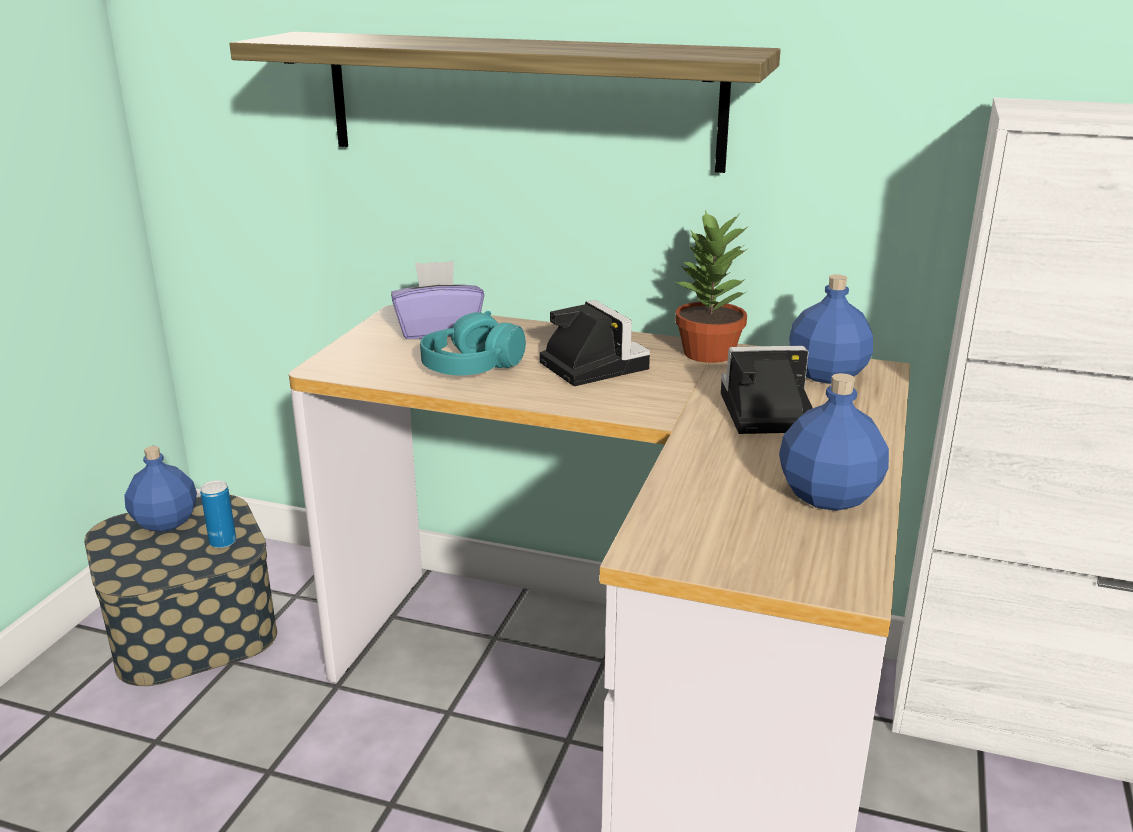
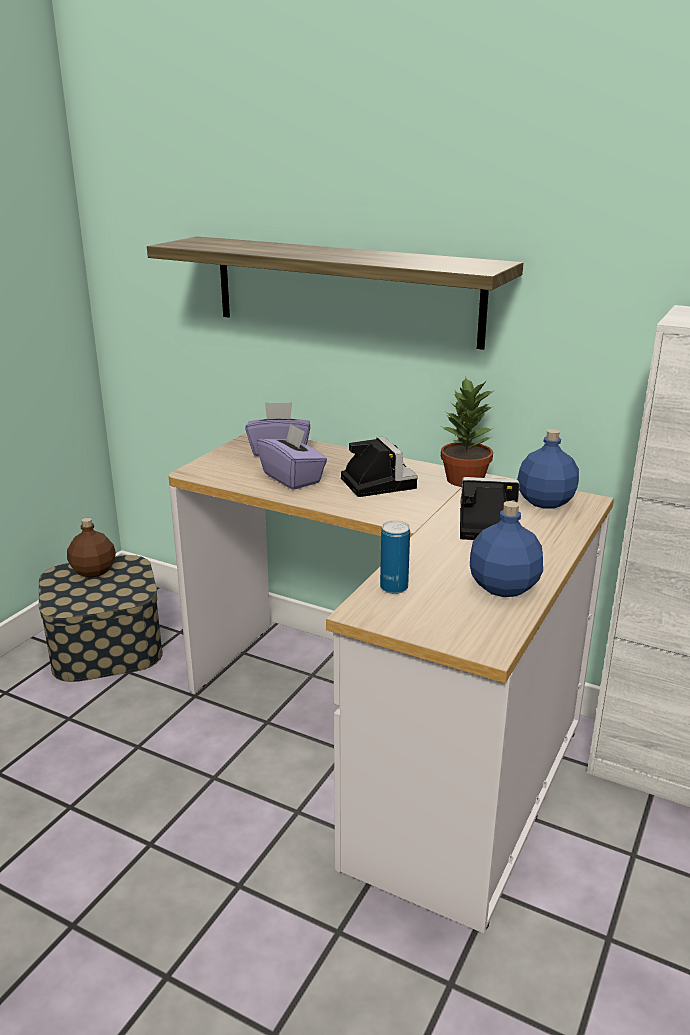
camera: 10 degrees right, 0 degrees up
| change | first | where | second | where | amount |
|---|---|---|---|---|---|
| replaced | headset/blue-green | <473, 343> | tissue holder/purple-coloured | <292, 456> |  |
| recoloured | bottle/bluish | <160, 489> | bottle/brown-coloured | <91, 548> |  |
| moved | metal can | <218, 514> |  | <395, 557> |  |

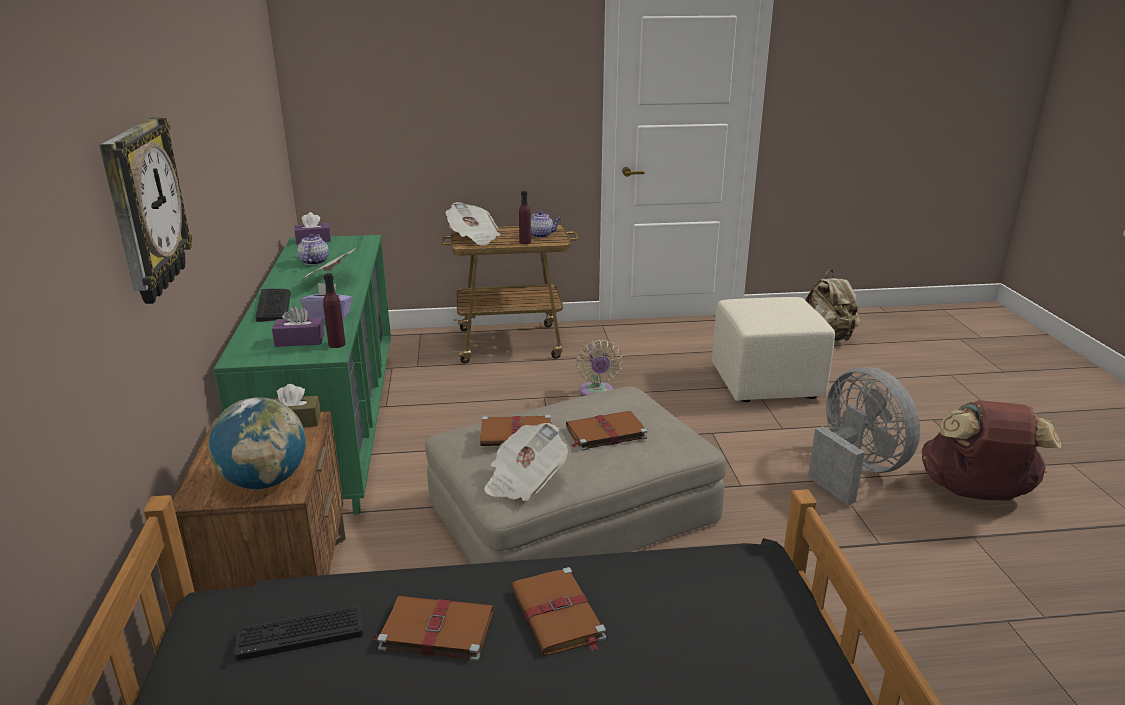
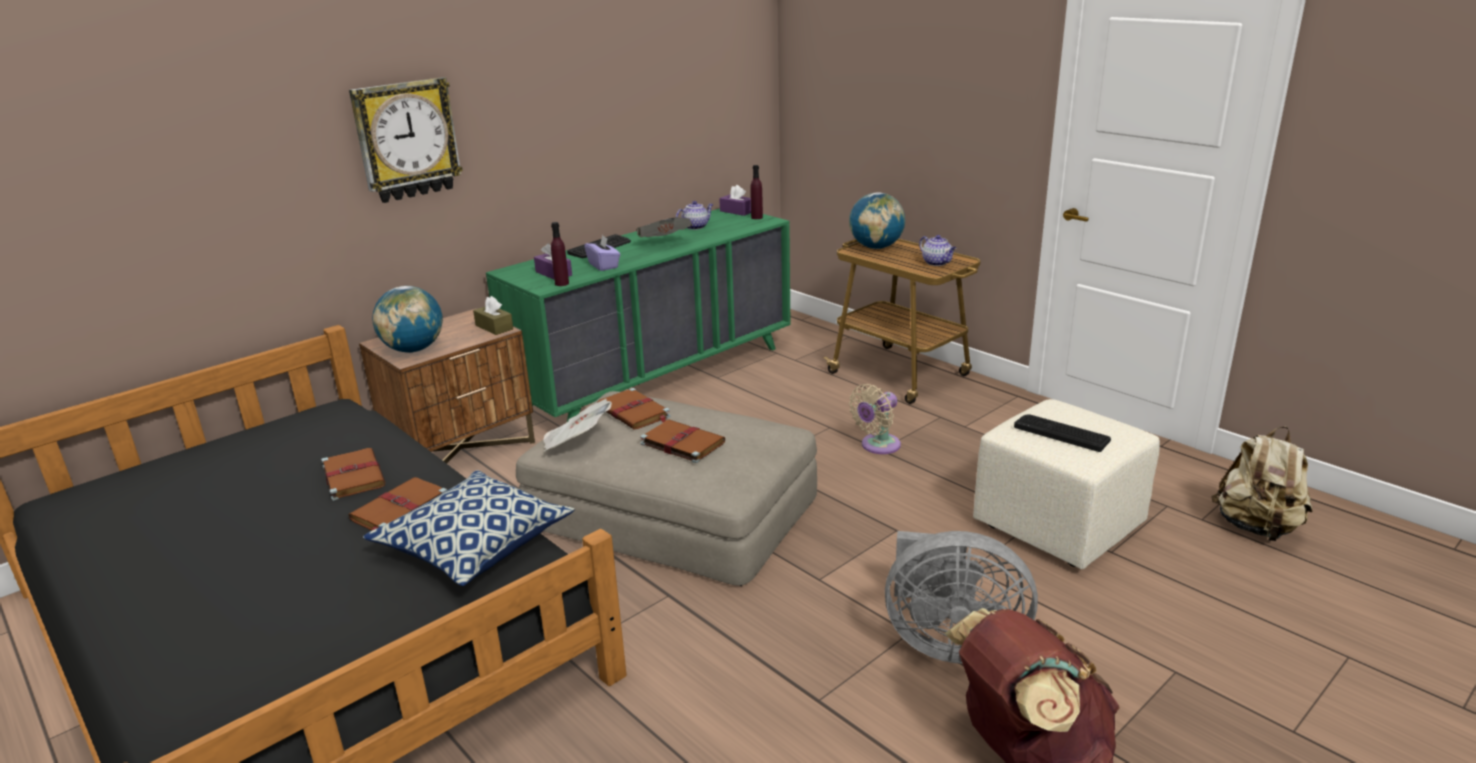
camera: 55 degrees right, 0 degrees up
| change | first | where | second | where | amount |
|---|---|---|---|---|---|
| moved | bottle/purple-coloured | <525, 217> |  | <756, 192> |  |
| replaced | printed paper | <473, 224> | world globe | <877, 220> |  |
| turned | cooling fan/greyish | <864, 436> |  | <961, 597> | 75 degrees clockwise |
| moved | PC keyboard | <298, 633> |  | <1062, 433> |  |
| added |  |  | pillow | <469, 528> |  |

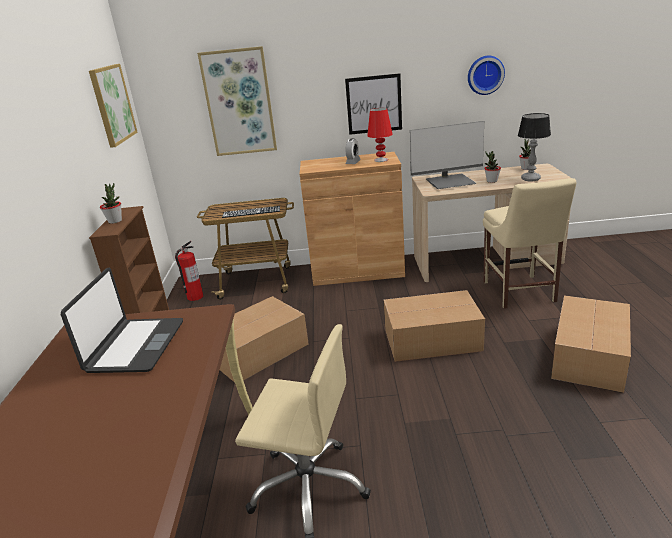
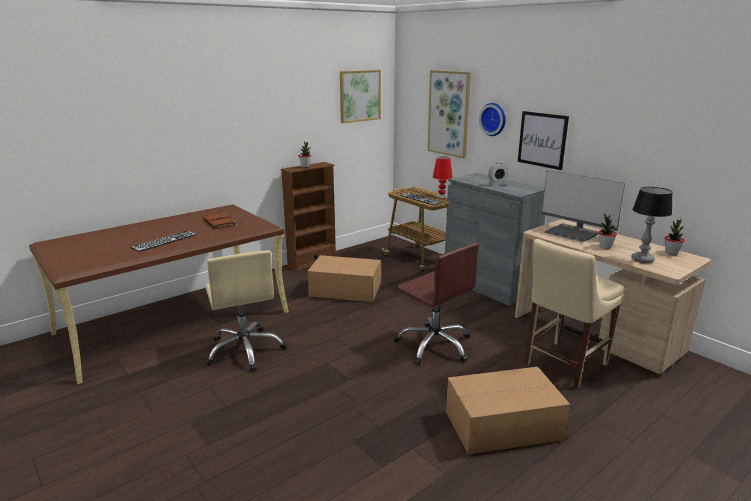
camera: 50 degrees right, 5 degrees down
| change | first | where | second | where | amount |
|---|---|---|---|---|---|
| moved | wall clock | <486, 75> |  | <492, 119> |  |
| moved | tabletop lamp/red | <380, 135> |  | <443, 177> |  |
| recoloured | storage cabinet/brown-coloured | <352, 219> | storage cabinet/greyish | <495, 239> |  |
| removed | fire extinguisher | <189, 271> |  |  |  |
| replaced | notebook computer | <122, 320> | book/brown-coloured | <220, 220> |  |
| replaced | packing box | <434, 326> | office chair/brown-coloured | <436, 304> |  |
| added |  |  | PC keyboard | <163, 241> |  |

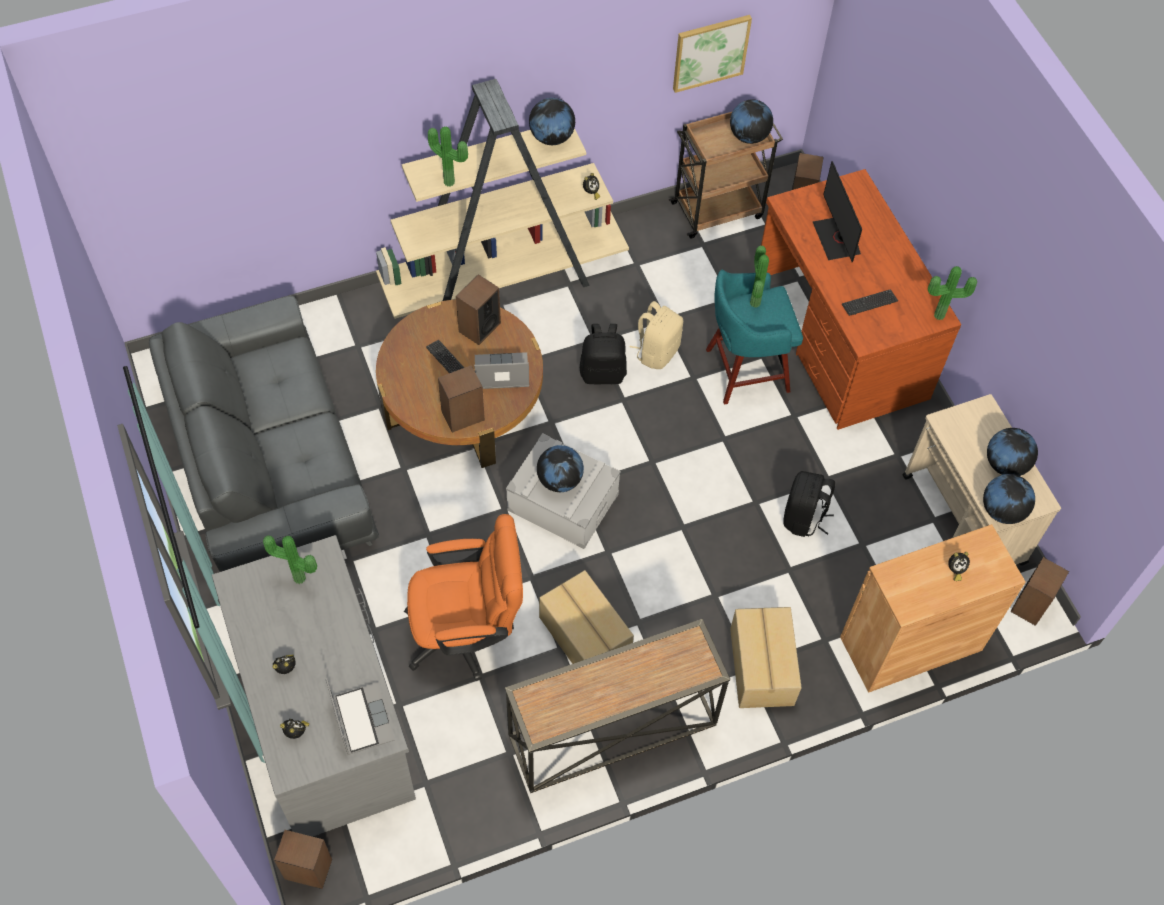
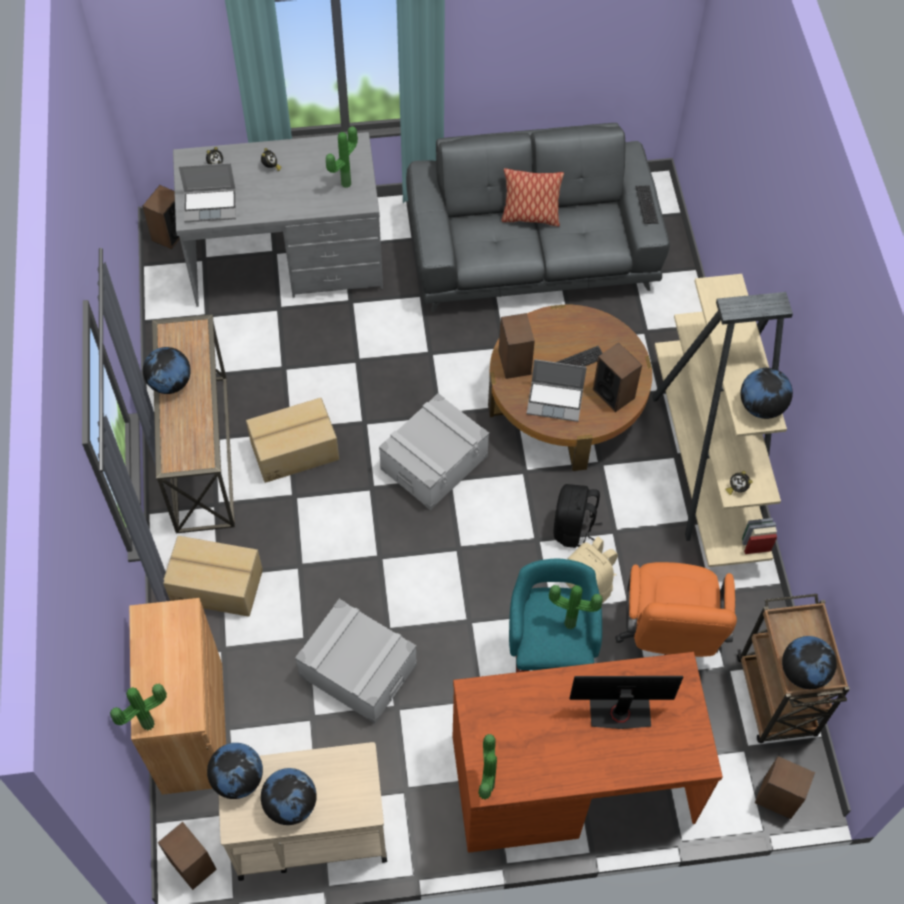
camera: 105 degrees right, 0 degrees up
| change | first | where | second | where | amount |
|---|---|---|---|---|---|
| removed | picture | <712, 54> |  |  |  |
| moved | potted plant | <448, 156> |  | <138, 707> |  |
| moved | PC keyboard | <870, 302> |  | <647, 205> |  |
| turned | notebook computer | <501, 370> |  | <556, 390> | 90 degrees clockwise |
| moved | world globe | <560, 468> |  | <167, 370> |  |
| replaced | backpack/black | <809, 504> | storage container/greyish | <356, 661> |  |
| moved | office chair/orange | <463, 597> |  | <676, 609> |  |
| removed | table clock | <959, 566> |  |  |  |
| added |  |  | pillow | <532, 197> |  |

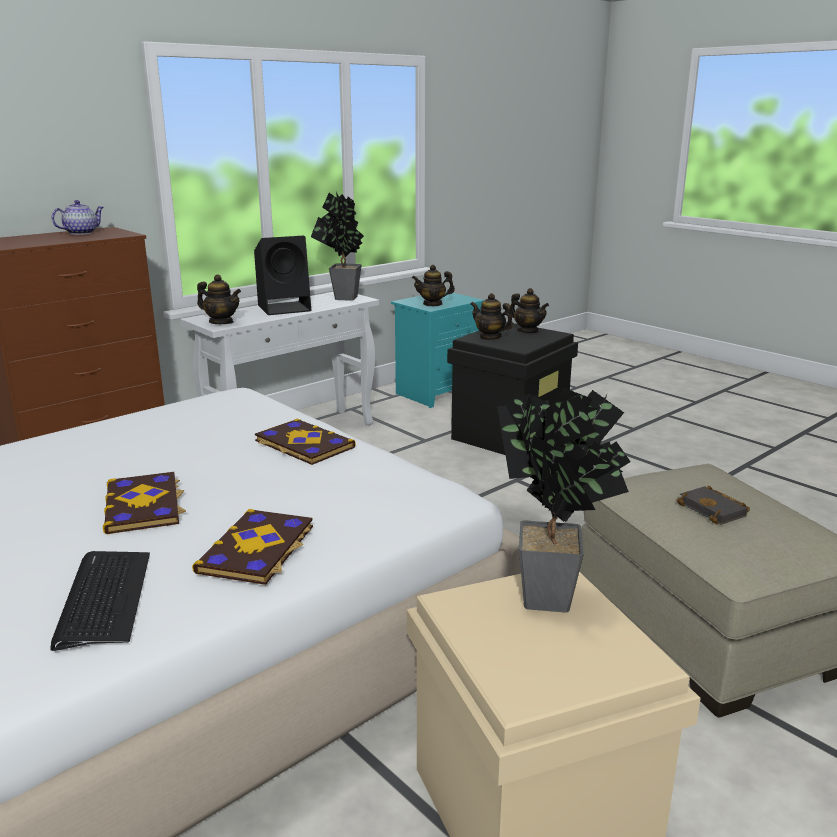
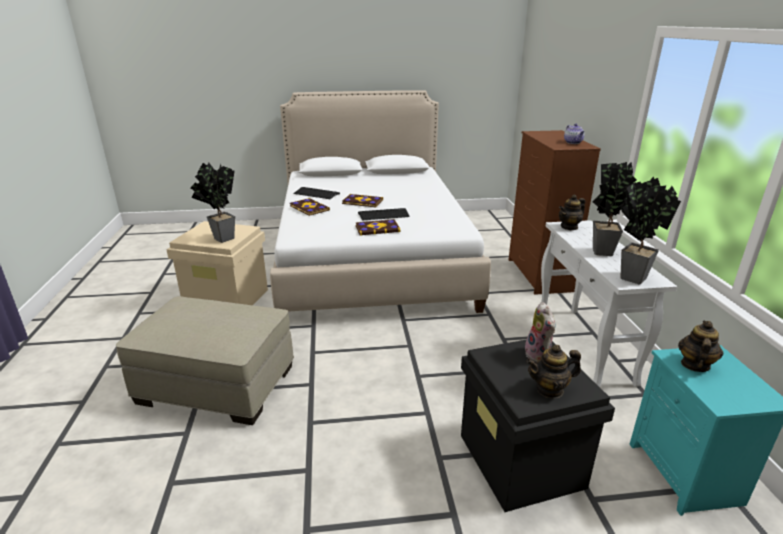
camera: 125 degrees right, 5 degrees up
| change | first | where | second | where | amount |
|---|---|---|---|---|---|
| replaced | audio speaker/black | <282, 275> | potted plant | <614, 209> |  |
| replaced | pot for tea | <491, 316> | soft toy | <540, 332> |  |
| removed | book/black | <713, 505> |  |  |  |
| added |  |  | PC keyboard | <384, 214> |  |

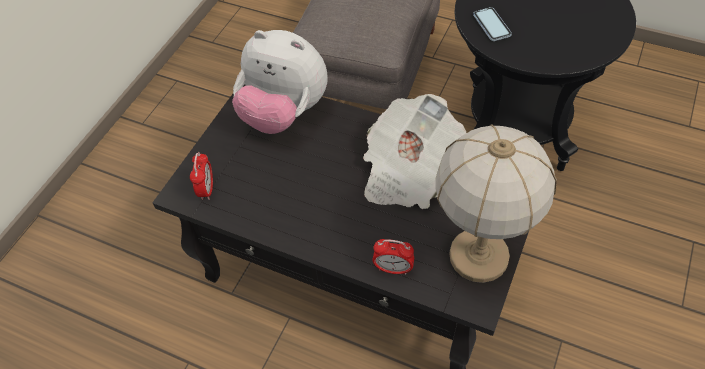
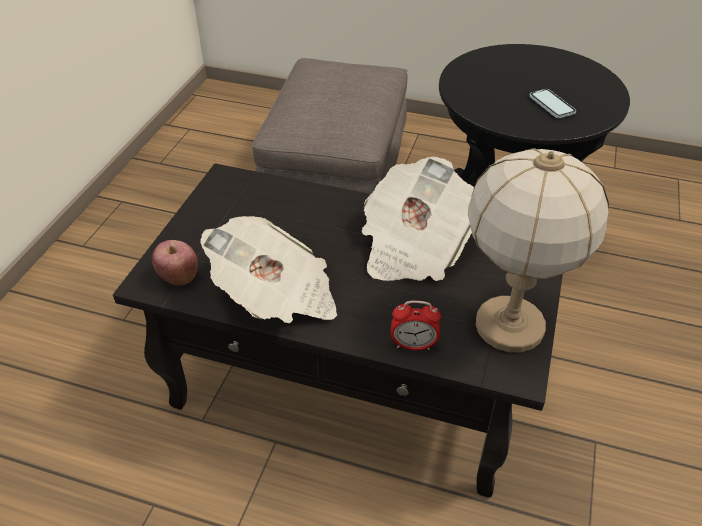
camera: 10 degrees left, 10 degrees down
| change | first | where | second | where | amount |
|---|---|---|---|---|---|
| moved | telephone | <492, 24> |  | <552, 103> |  |
| removed | soft toy | <280, 82> |  |  |  |
| replaced | table clock | <201, 176> | apple | <175, 262> |  |
| added |  |  | printed paper | <268, 269> |  |

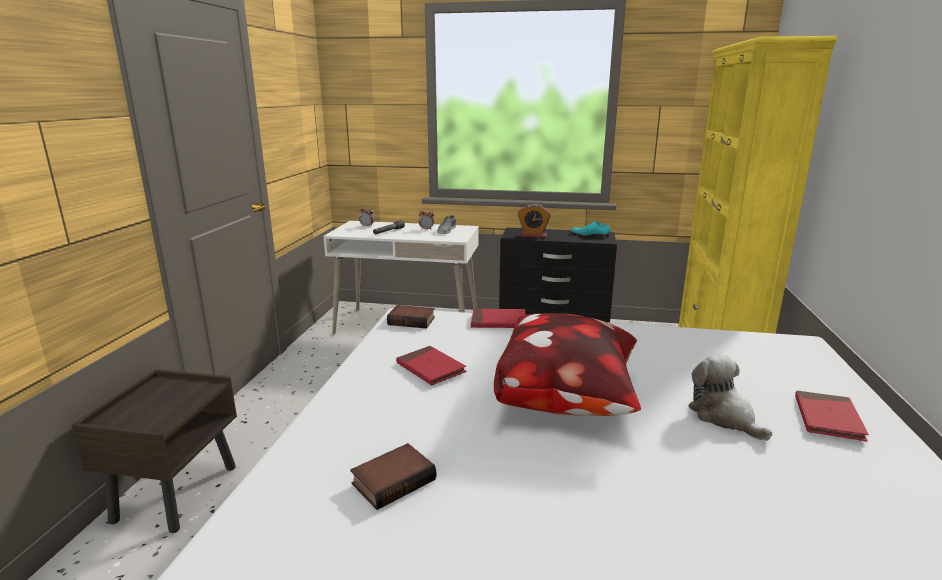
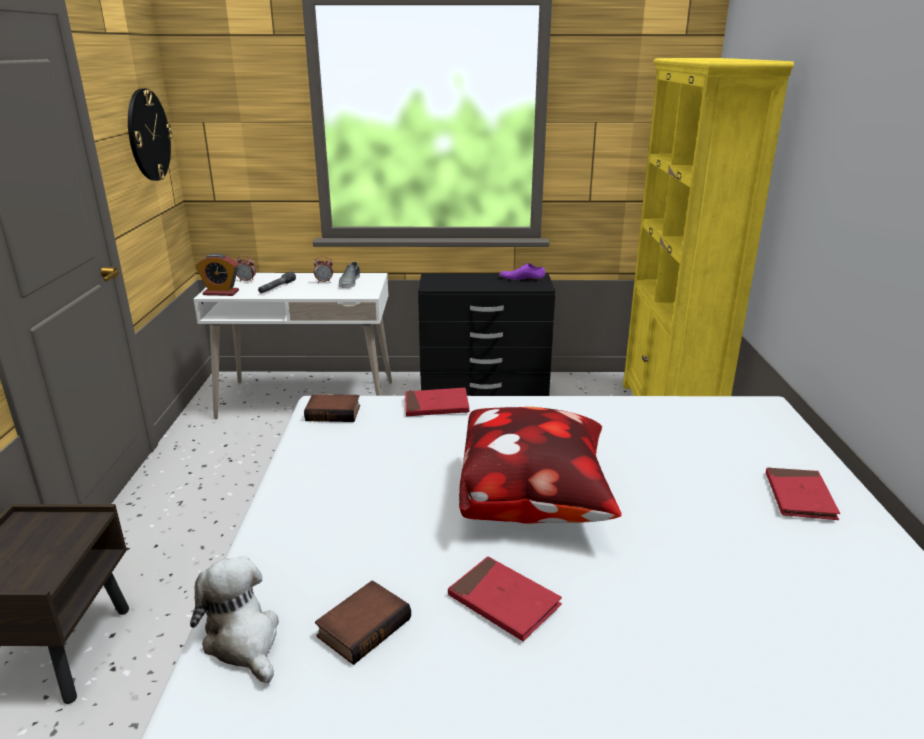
camera: 10 degrees left, 5 degrees up
| change | first | where | second | where | amount |
|---|---|---|---|---|---|
| moved | table clock | <534, 221> |  | <217, 274> |  |
| recoloured | low shoe/blue-green | <590, 229> | low shoe/purple-coloured | <522, 272> |  |
| moved | book/red | <431, 365> |  | <505, 598> |  |
| moved | soft toy | <730, 398> |  | <234, 619> |  |
| added |  |  | wall clock | <150, 134> |  |

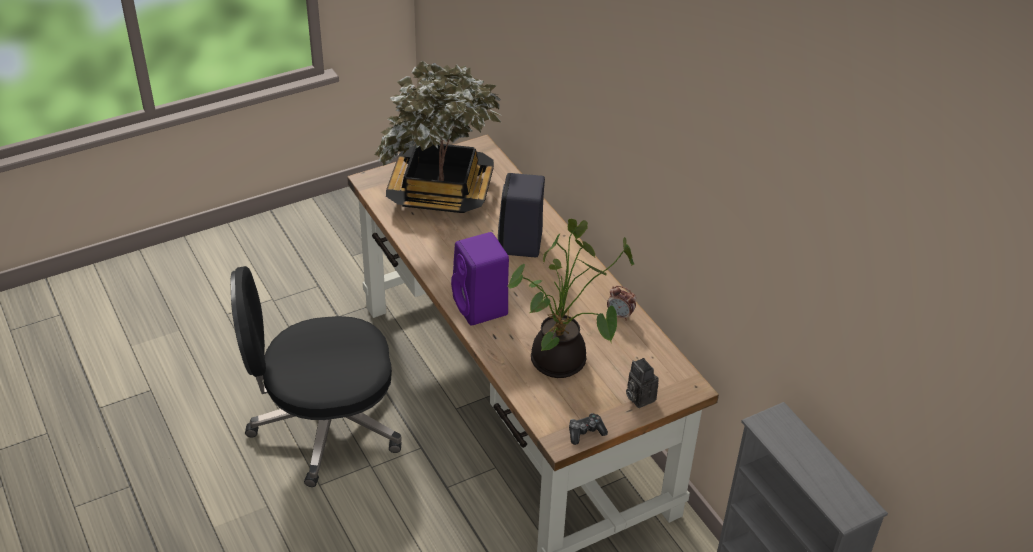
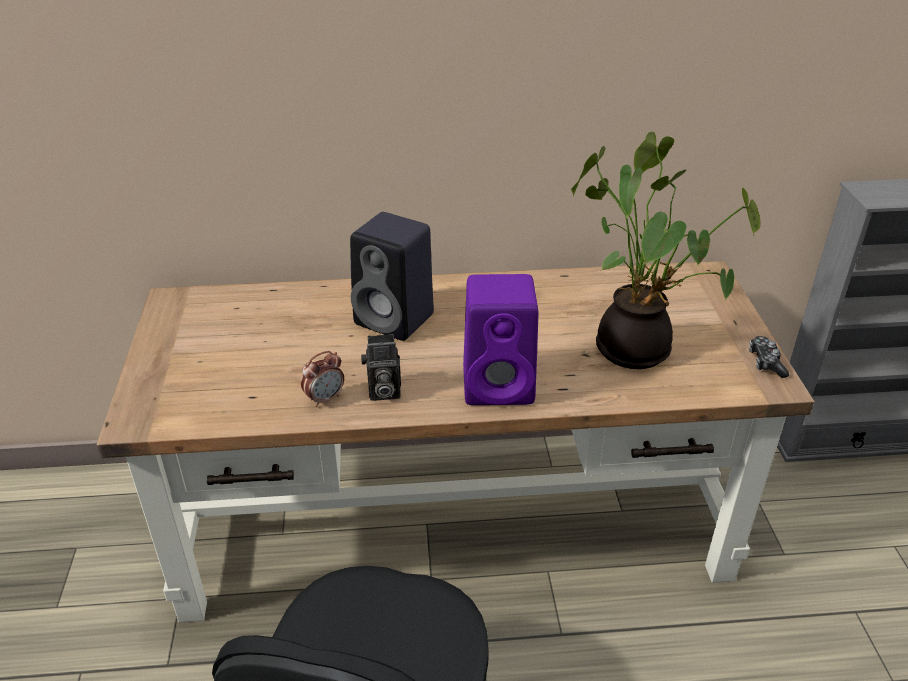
camera: 65 degrees left, 5 degrees down
| change | first | where | second | where | amount |
|---|---|---|---|---|---|
| removed | potted plant | <438, 136> |  |  |  |
| moved | table clock | <621, 303> |  | <322, 379> |  |
| moved | still camera | <642, 383> |  | <381, 367> |  |

